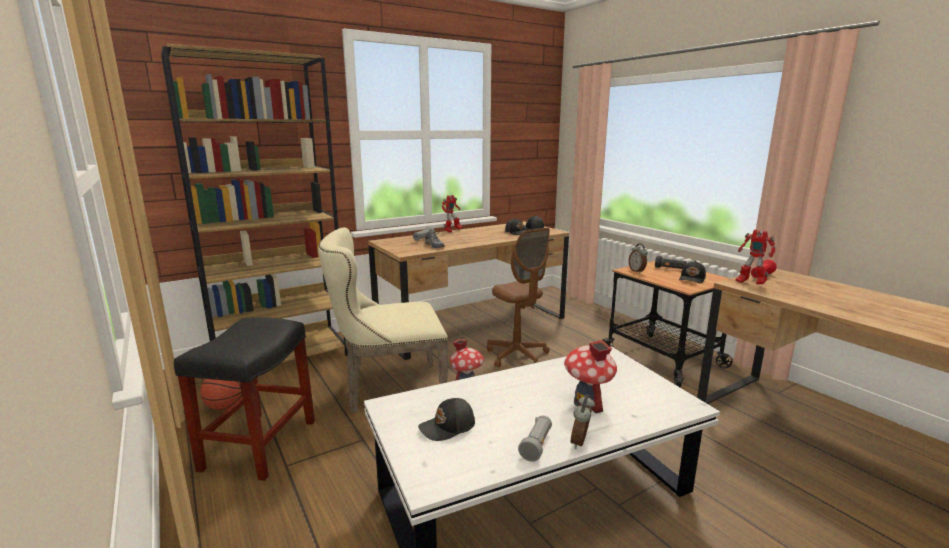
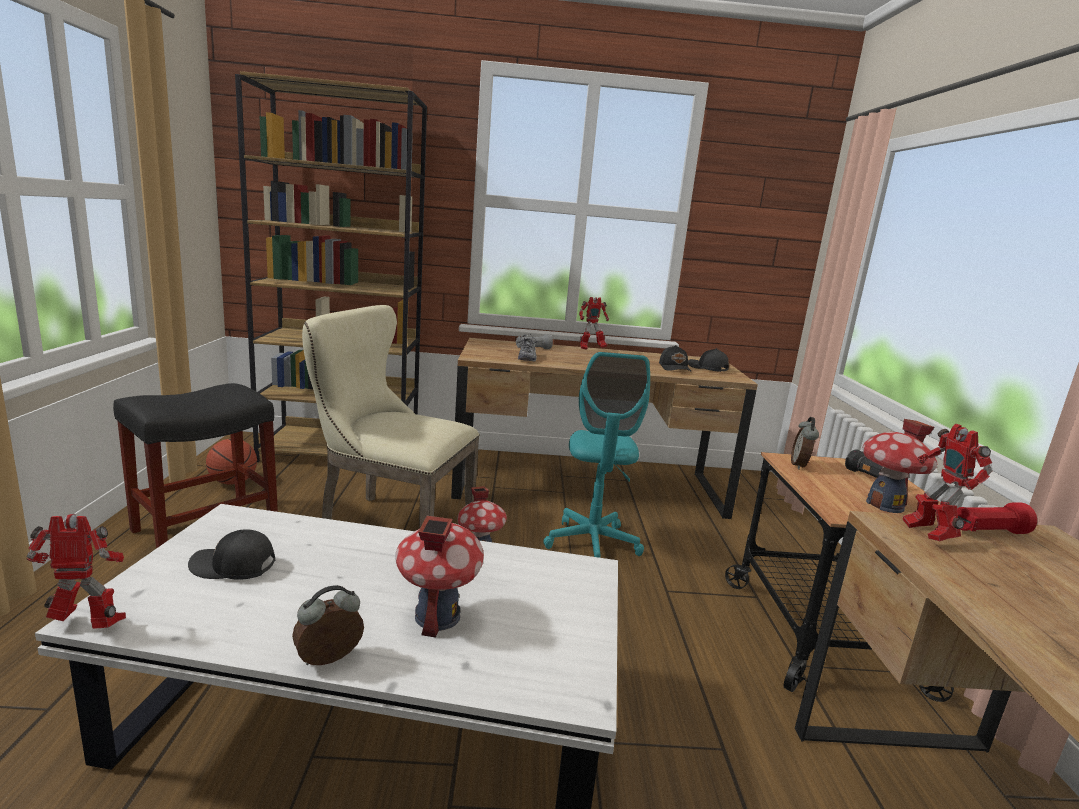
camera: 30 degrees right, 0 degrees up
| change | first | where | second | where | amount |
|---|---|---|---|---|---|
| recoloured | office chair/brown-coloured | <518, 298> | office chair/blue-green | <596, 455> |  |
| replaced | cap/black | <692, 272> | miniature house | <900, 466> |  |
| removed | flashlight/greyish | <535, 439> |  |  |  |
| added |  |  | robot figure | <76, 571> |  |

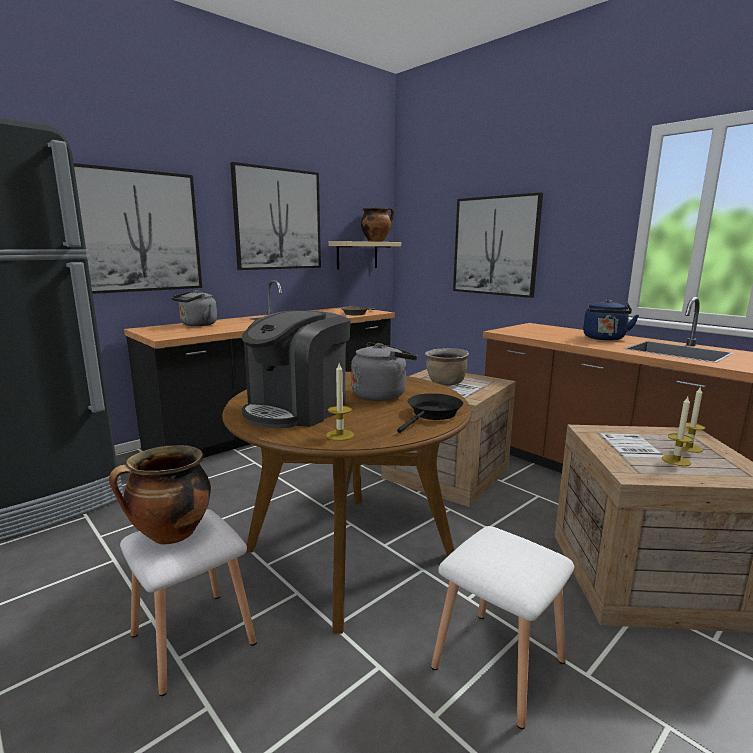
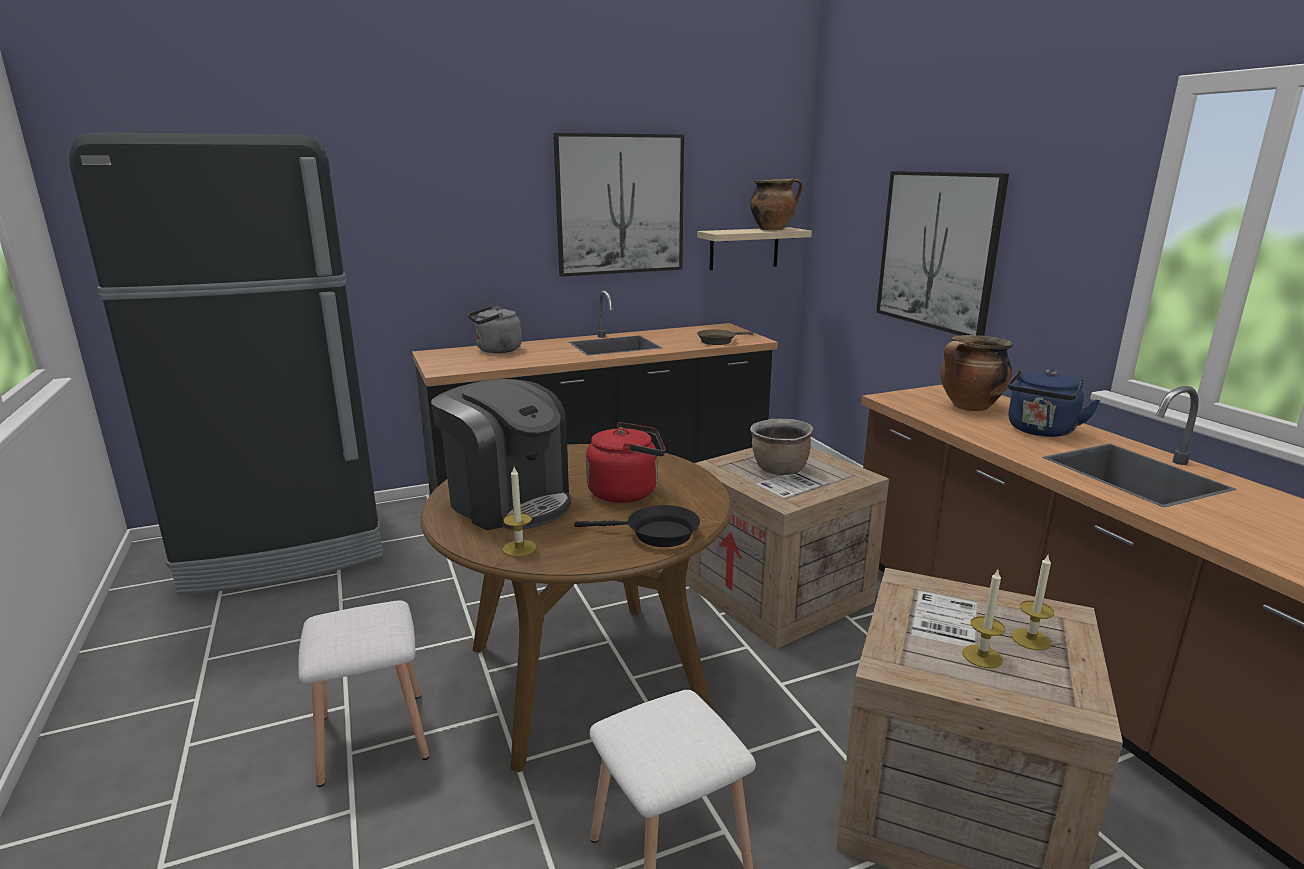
camera: 20 degrees right, 5 degrees up
| change | first | where | second | where | amount |
|---|---|---|---|---|---|
| removed | picture | <138, 228> |  |  |  |
| turned | coffee brewer | <296, 369> |  | <501, 454> | 105 degrees counterclockwise |
| recoloured | tea kettle/greyish | <384, 372> | tea kettle/red | <626, 462> |  |
| turned | pan/black | <430, 413> |  | <637, 526> | 45 degrees clockwise |
| moved | stockpot | <160, 495> |  | <976, 373> |  |

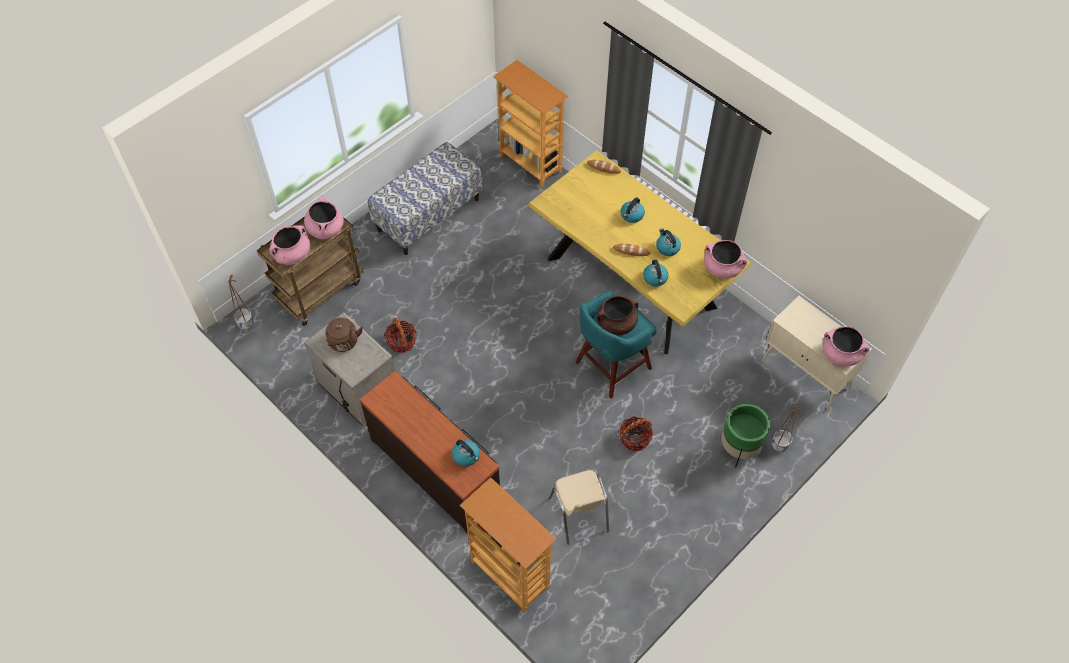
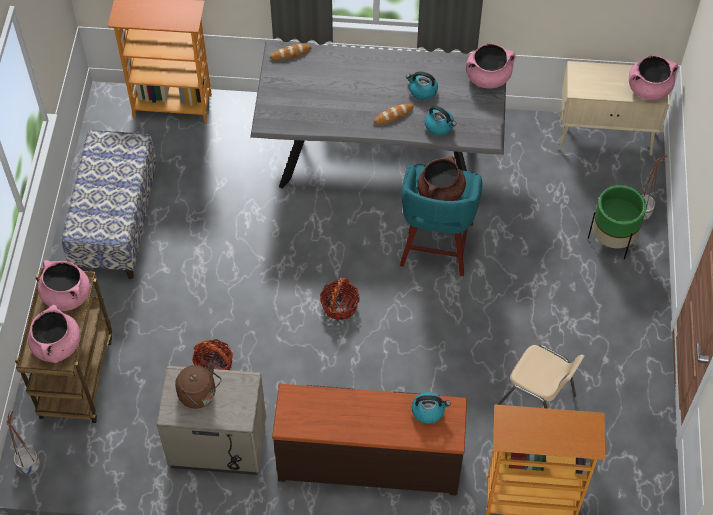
camera: 40 degrees left, 0 degrees up
| change | first | where | second | where | amount |
|---|---|---|---|---|---|
| recoloured | kitchen table/yellow | <639, 252> | kitchen table/greyish | <378, 114> |  |
| removed | tea kettle | <632, 210> |  |  |  |
| moved | household basket | <636, 433> |  | <340, 299> |  |

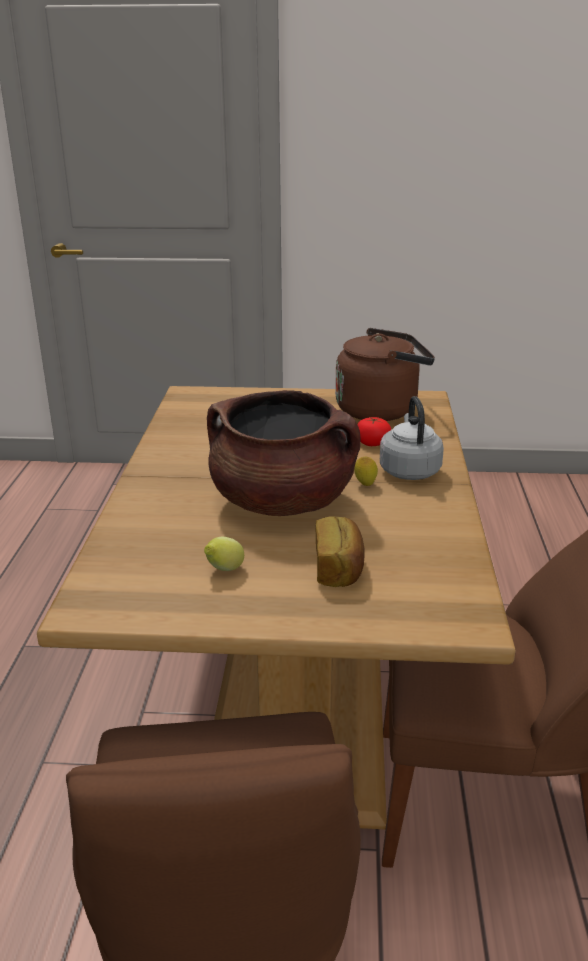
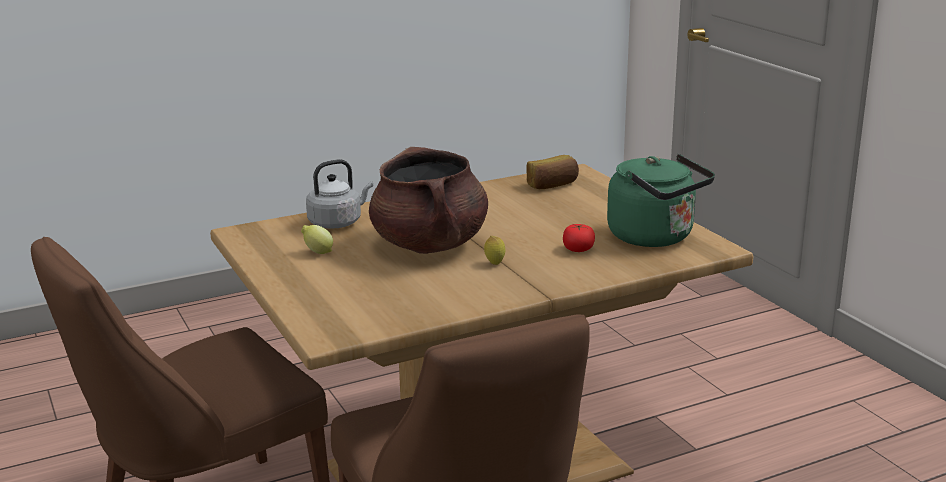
camera: 60 degrees right, 5 degrees down
| change | first | where | second | where | amount |
|---|---|---|---|---|---|
| recoloured | tea kettle/brown-coloured | <385, 374> | tea kettle/green-coloured | <661, 200> |  |
| moved | tea kettle/greyish | <412, 438> |  | <339, 194> |  |
| moved | baked bread | <340, 551> |  | <553, 172> |  |

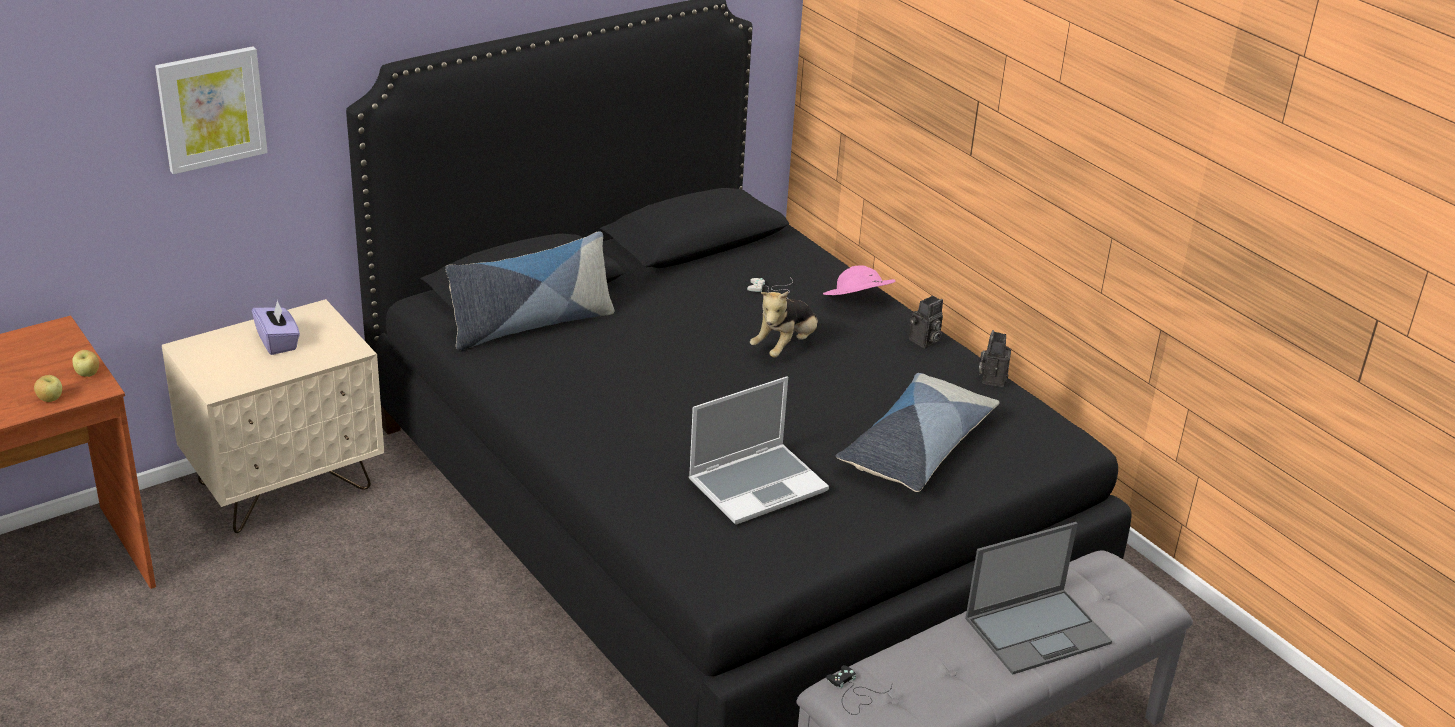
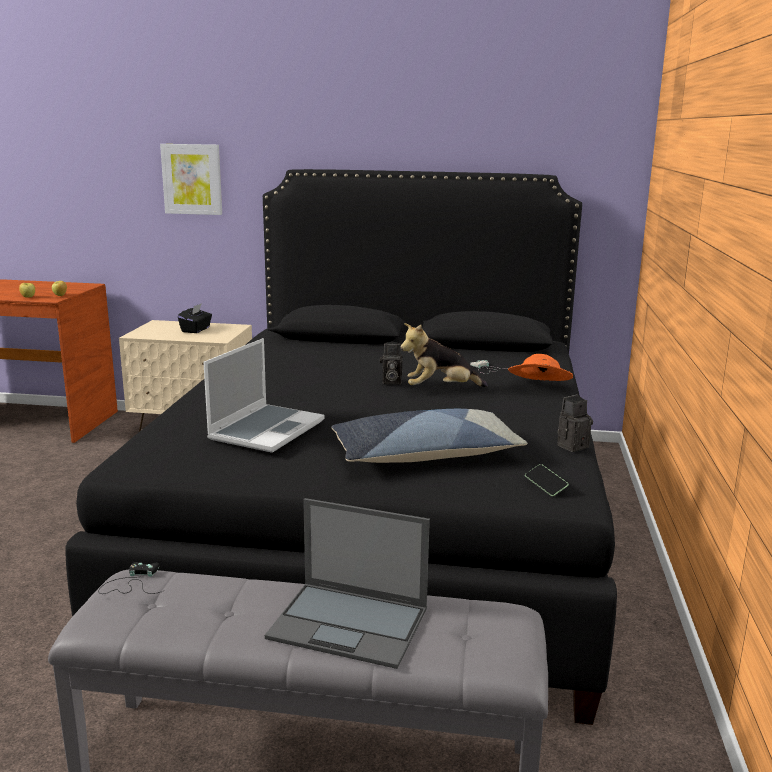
camera: 45 degrees right, 15 degrees down
| change | first | where | second | where | amount |
|---|---|---|---|---|---|
| removed | pillow | <529, 290> |  |  |  |
| recoloured | wearable hat/pink-coloured | <859, 280> | wearable hat/orange | <540, 367> |  |
| moved | still camera | <926, 322> |  | <391, 363> |  |
| recoloured | tissue holder/purple-coloured | <276, 327> | tissue holder/black | <195, 318> |  |
| turned | notebook computer | <759, 450> |  | <264, 395> | 75 degrees counterclockwise |
| added |  |  | telephone | <547, 480> |  |

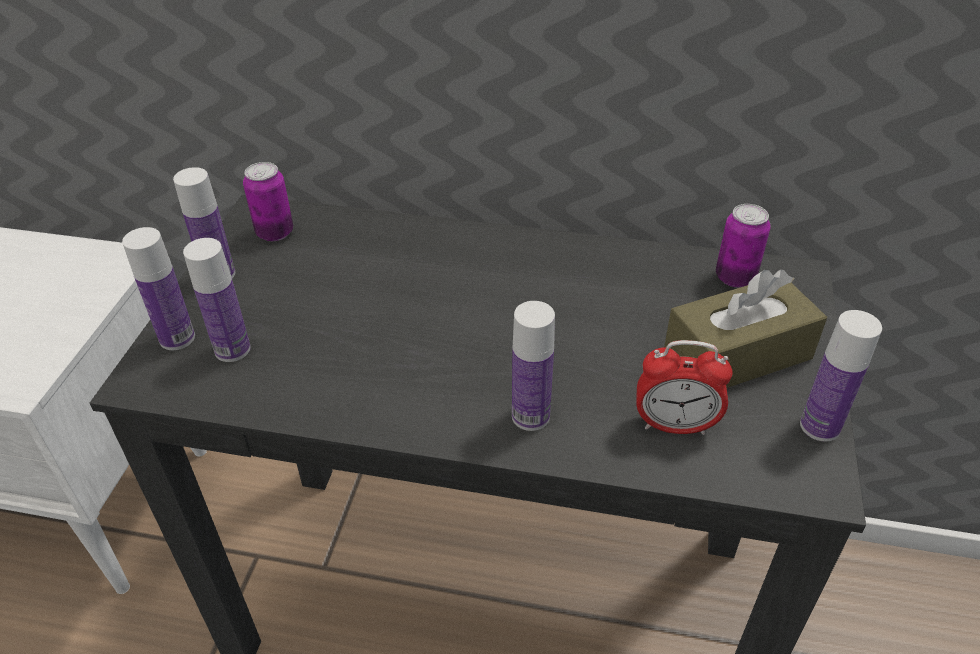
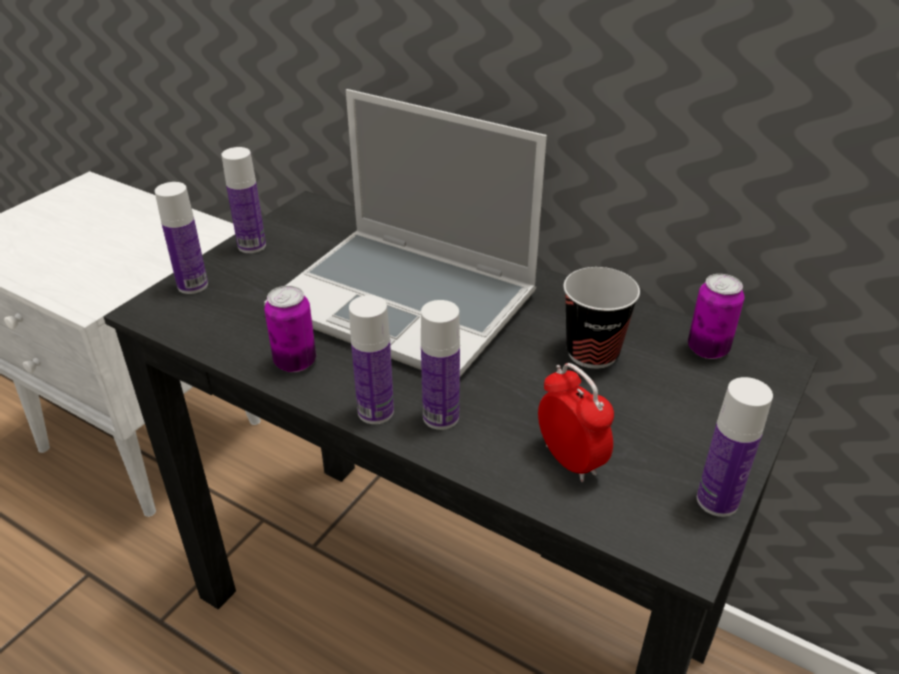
camera: 20 degrees right, 5 degrees down
| change | first | where | second | where | amount |
|---|---|---|---|---|---|
| moved | metal can | <268, 201> |  | <290, 329> |  |
| moved | bottle | <217, 300> |  | <371, 359> |  |
| removed | tissue holder/brown-coloured | <745, 329> |  |  |  |
| turned | table clock | <684, 387> |  | <576, 422> | 150 degrees counterclockwise |
| added |  |  | notebook computer | <405, 233> |  |
| added |  |  | small cup | <602, 318> |  |

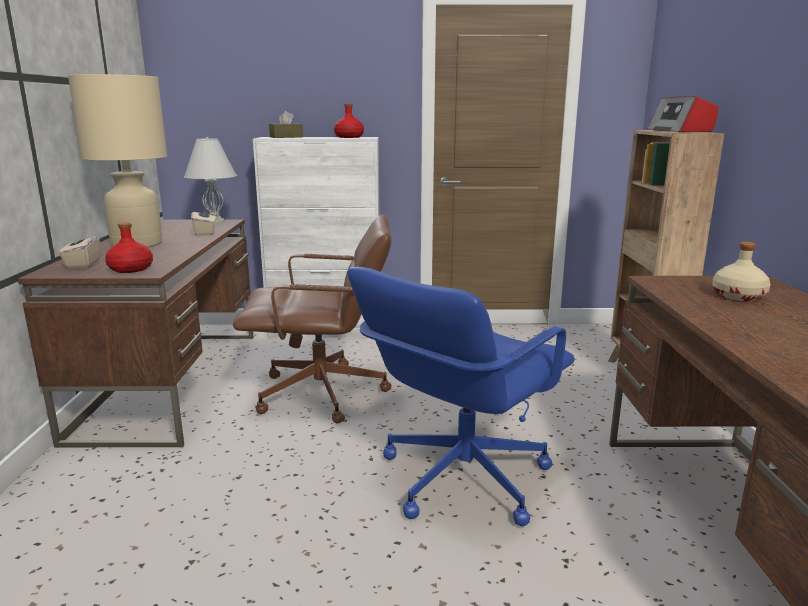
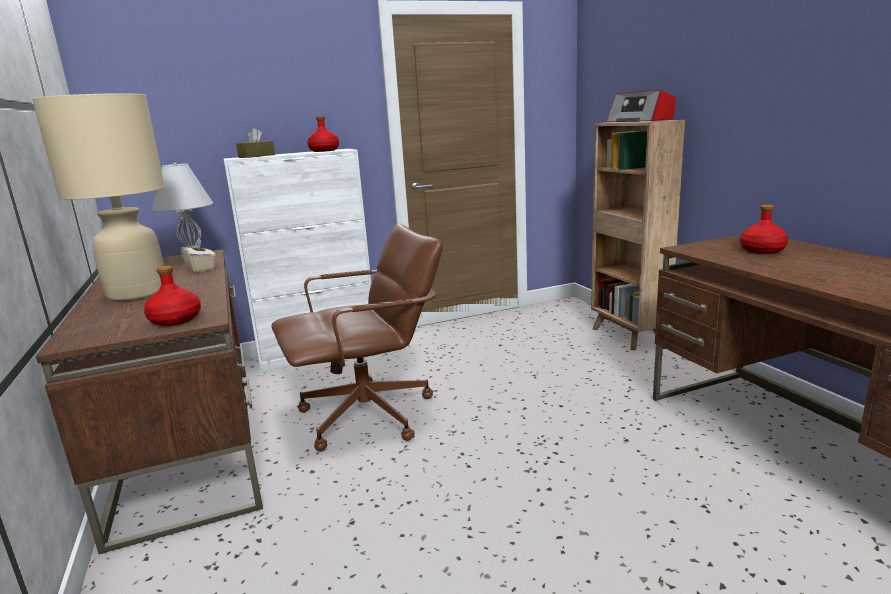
camera: 20 degrees left, 0 degrees up
| change | first | where | second | where | amount |
|---|---|---|---|---|---|
| removed | tissue holder/beige-coloured | <79, 249> |  |  |  |
| recoloured | bottle/beige-coloured | <741, 271> | bottle/red | <764, 229> |  |
| removed | office chair/bluish | <461, 396> |  |  |  |

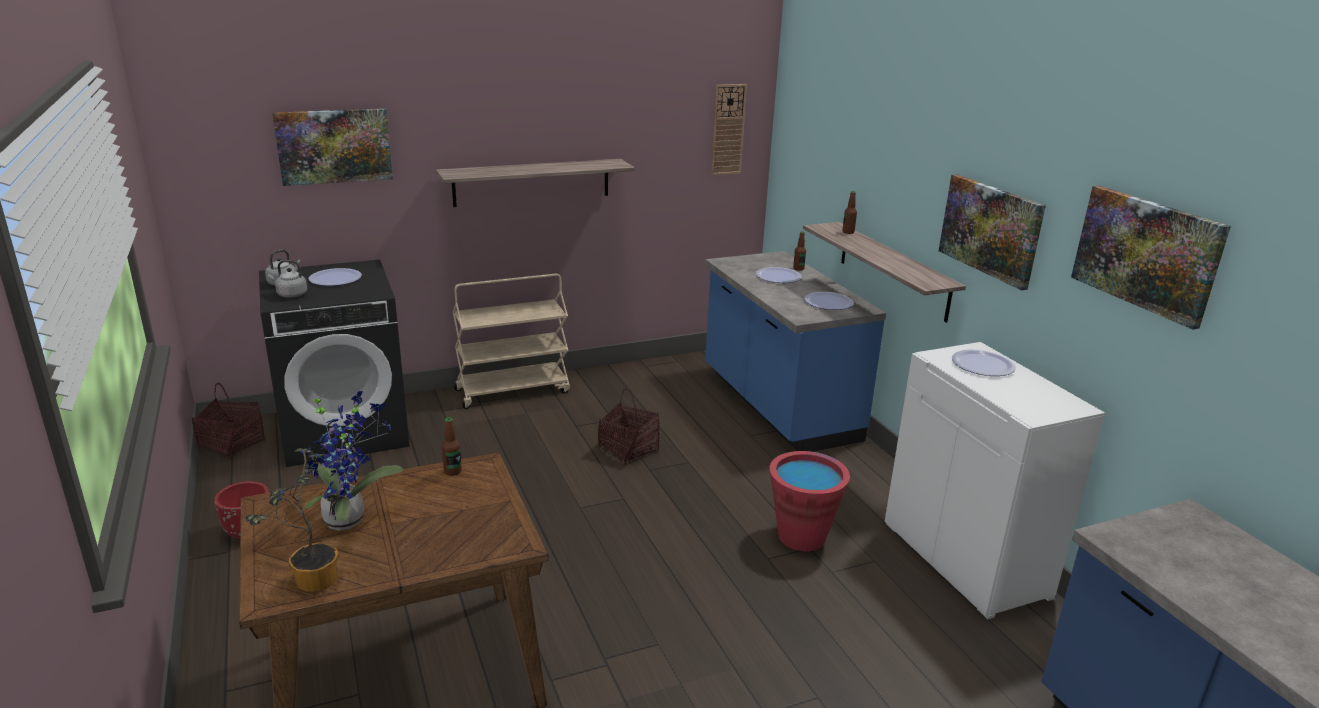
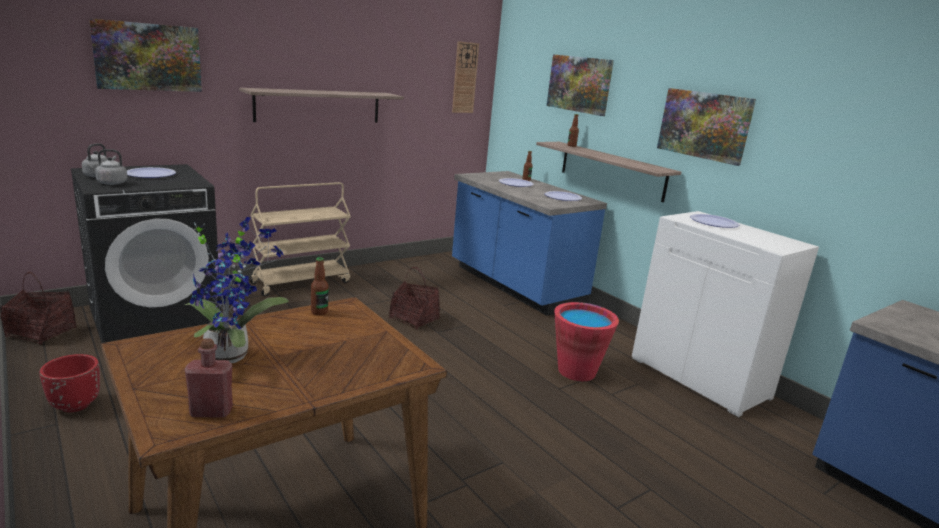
camera: 15 degrees left, 5 degrees down
| change | first | where | second | where | amount |
|---|---|---|---|---|---|
| moved | picture | <1151, 258> |  | <580, 85> |  |
| replaced | potted plant | <292, 520> | bottle/red | <209, 378> |  |

